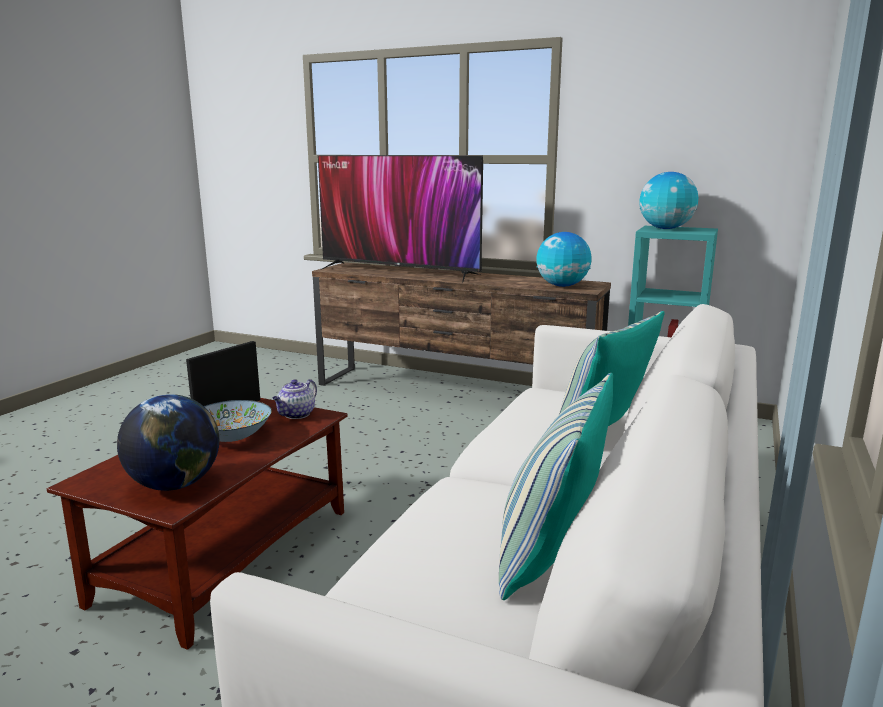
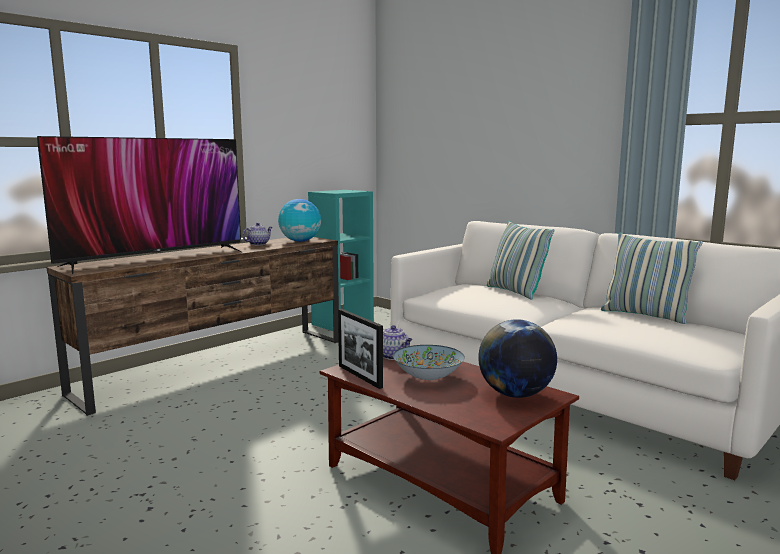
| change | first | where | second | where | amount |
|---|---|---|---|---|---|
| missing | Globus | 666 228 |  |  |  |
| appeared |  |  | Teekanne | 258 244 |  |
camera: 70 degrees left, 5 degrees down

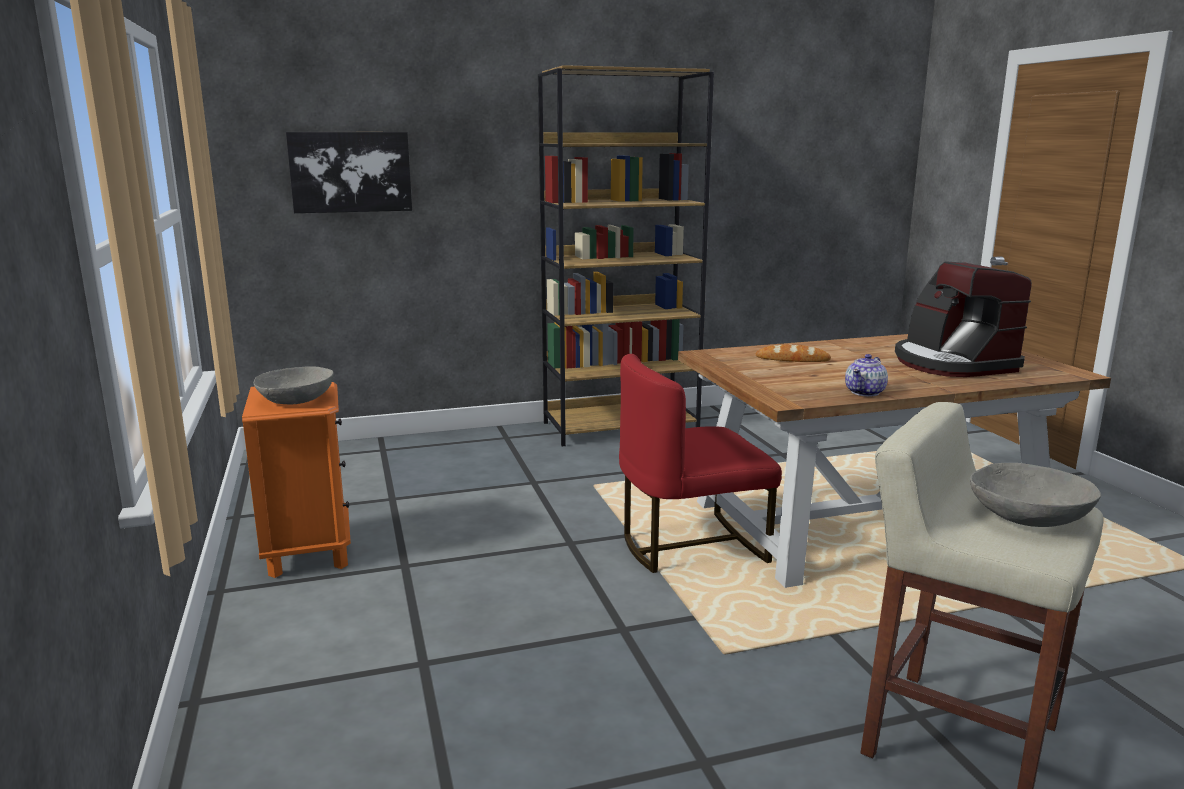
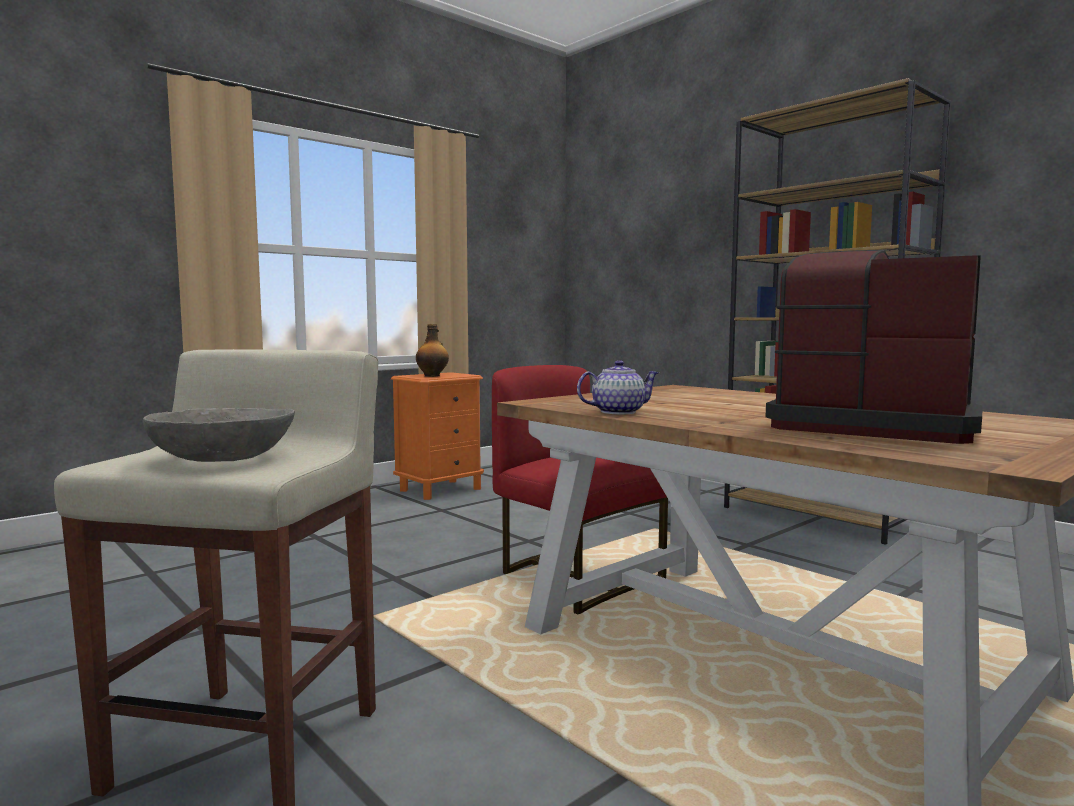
| change | first | where | second | where | amount |
|---|---|---|---|---|---|
| missing | Bild | 350 172 |  |  |  |
| missing | Brot | 792 359 |  |  |  |
| exchanged | Schüssel [grau] | 296 400 | Flasche | 432 376 |  |
| spun | Teekanne | 865 392 |  | 617 412 | 150 degrees clockwise |
| spun | Kaffeemaschine | 952 363 |  | 870 426 | 75 degrees clockwise |
camera: 65 degrees right, 10 degrees down

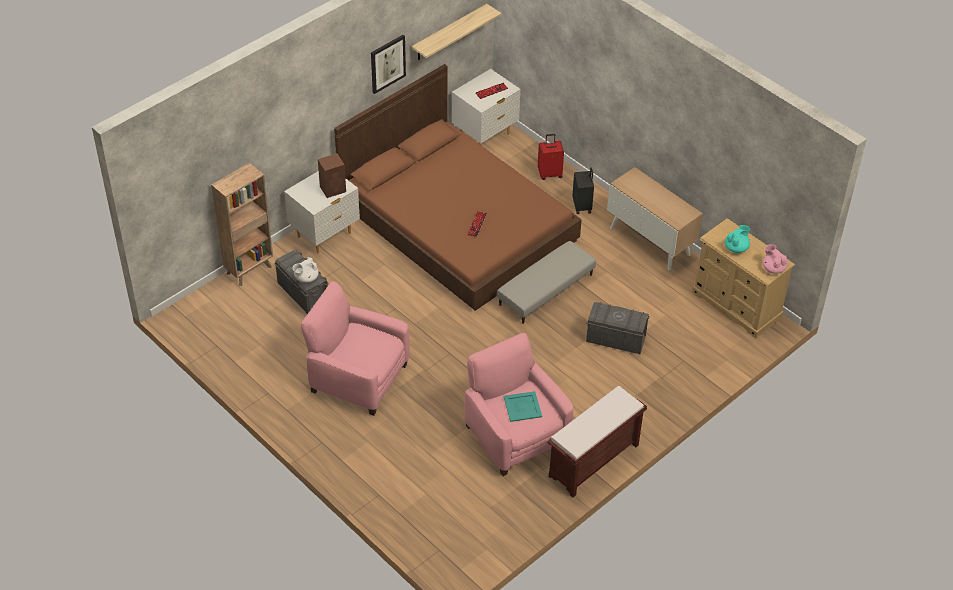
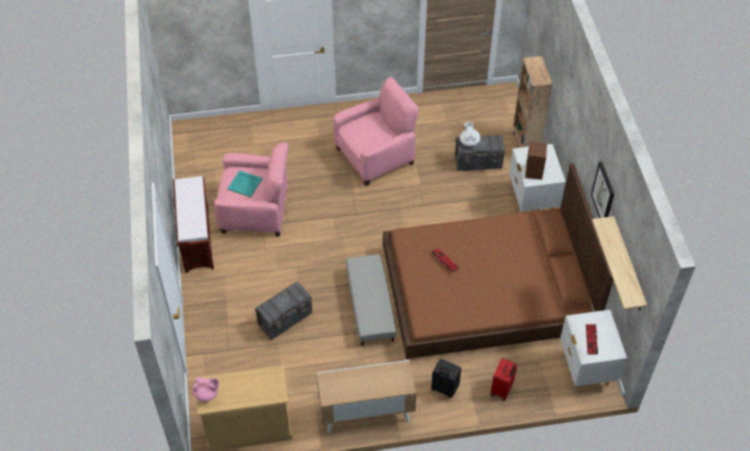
| change | first | where | second | where | amount |
|---|---|---|---|---|---|
| missing | Teekanne [türkis] | 736 248 |  |  |  |
camera: 125 degrees right, 5 degrees up

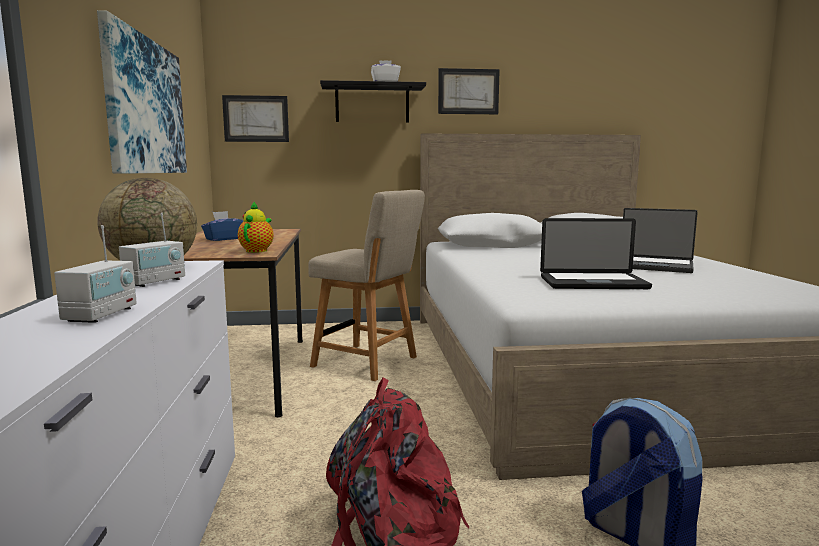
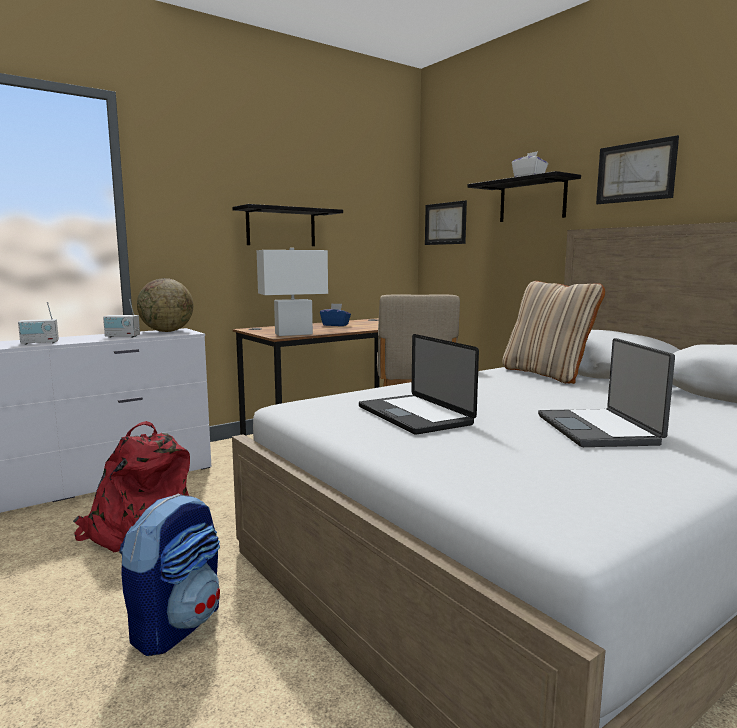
| change | first | where | second | where | amount |
|---|---|---|---|---|---|
| appeared |  |  | Kissen [beige] | 547 374 |  |
| exchanged | Bild | 145 106 | Wandregal [schwarz] | 281 227 |  |
| exchanged | Teekanne | 257 250 | Tischlampe [weiß] | 293 334 |  |
camera: 60 degrees right, 0 degrees up

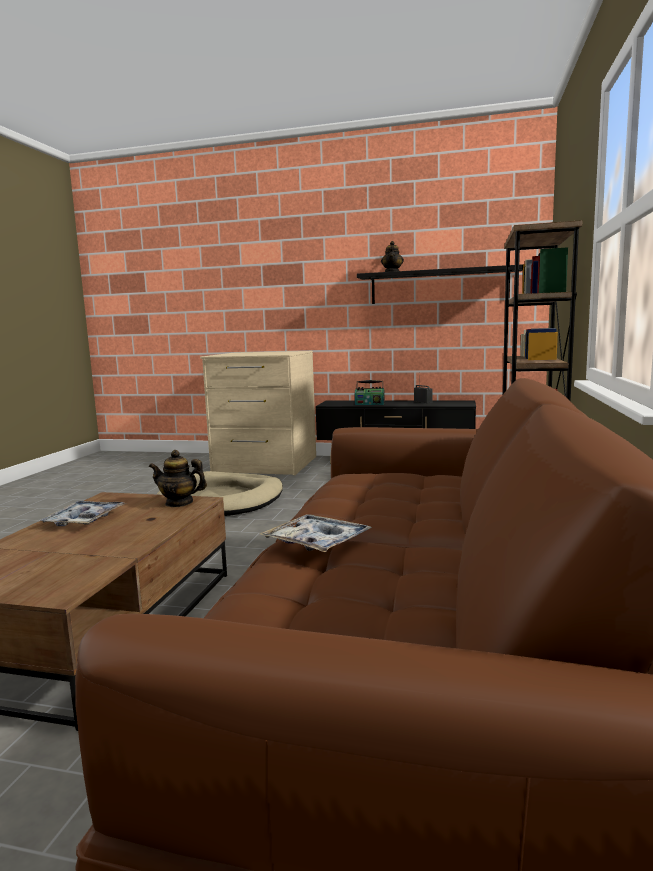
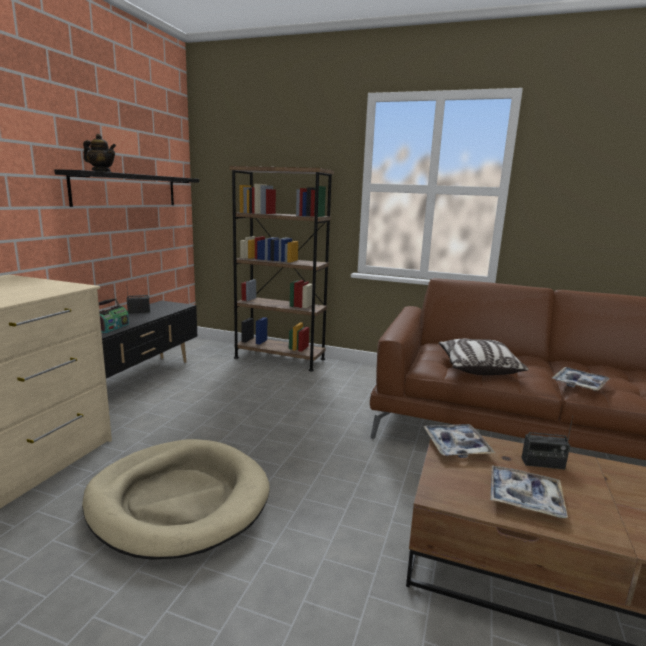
| change | first | where | second | where | amount |
|---|---|---|---|---|---|
| appeared |  |  | Kissen | 477 368 |  |
| appeared |  |  | Radio | 543 463 |  |
| exchanged | Teekanne | 179 503 | Tablett | 456 446 |  |
camera: 85 degrees left, 5 degrees up

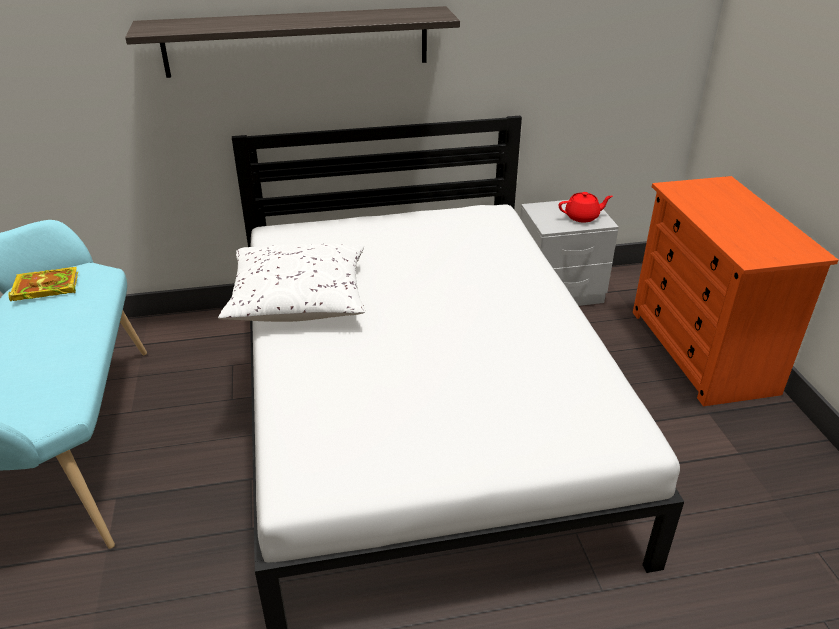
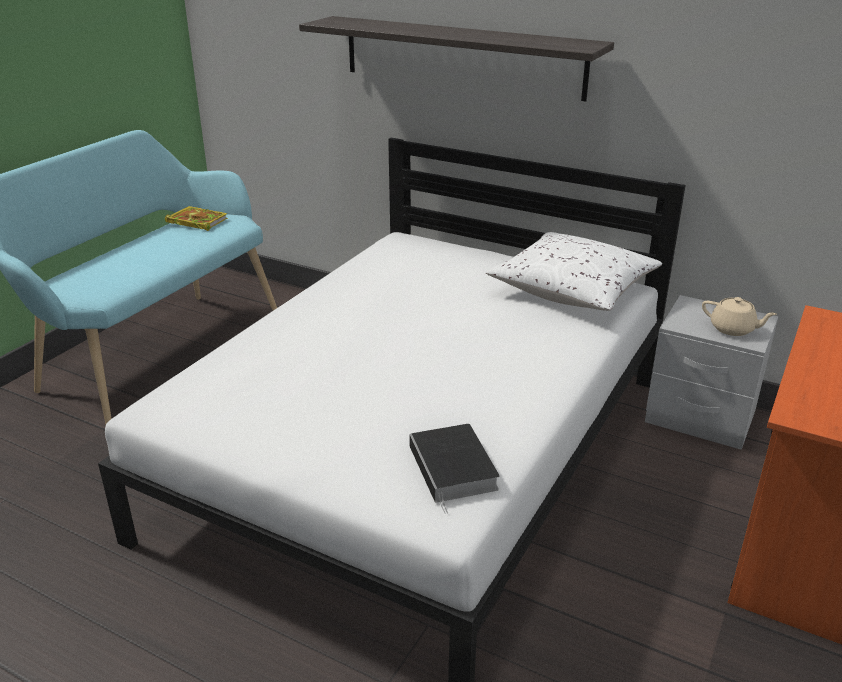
| change | first | where | second | where | amount |
|---|---|---|---|---|---|
| appeared |  |  | Buch | 454 469 |  |
| relocated | Kissen [weiß] | 298 299 |  | 572 289 |  |
| colour | Teekanne [rot] | 582 217 | Teekanne [beige] | 733 329 |  |
camera: 40 degrees right, 5 degrees down

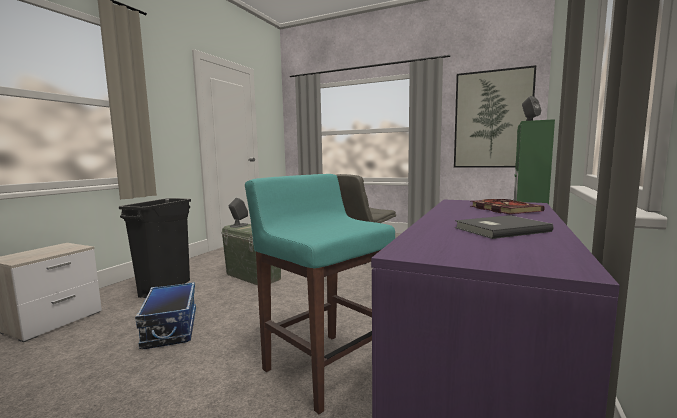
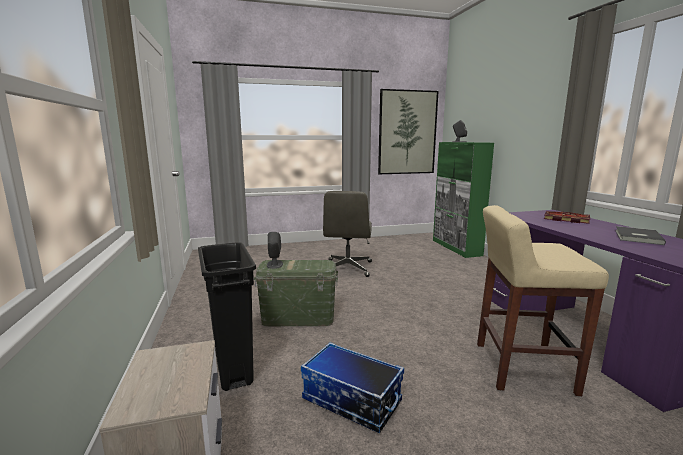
| change | first | where | second | where | amount |
|---|---|---|---|---|---|
| colour | Hocker [türkis] | 325 367 | Hocker [beige] | 521 367 |  |
camera: 40 degrees left, 5 degrees up

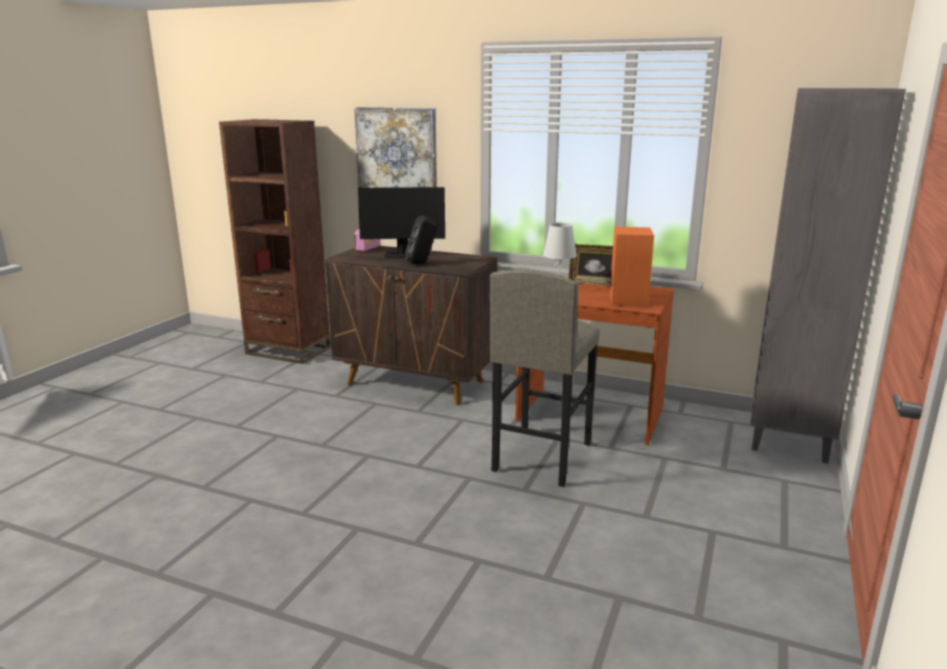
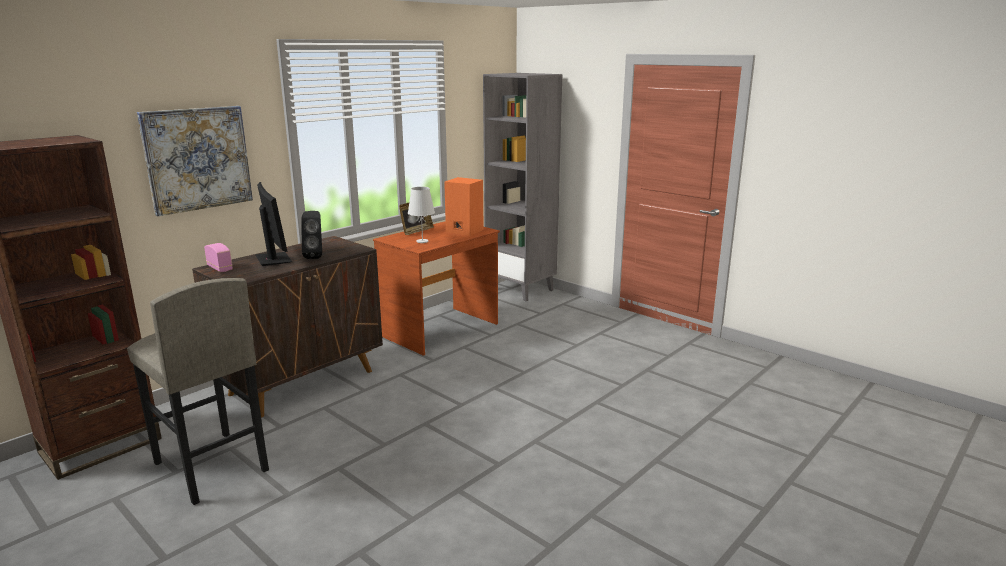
| change | first | where | second | where | amount |
|---|---|---|---|---|---|
| relocated | Hocker [grau] | 541 457 |  | 210 467 |  |
| spun | Monitor | 403 255 |  | 273 259 | 45 degrees counterclockwise |
camera: 70 degrees left, 0 degrees up

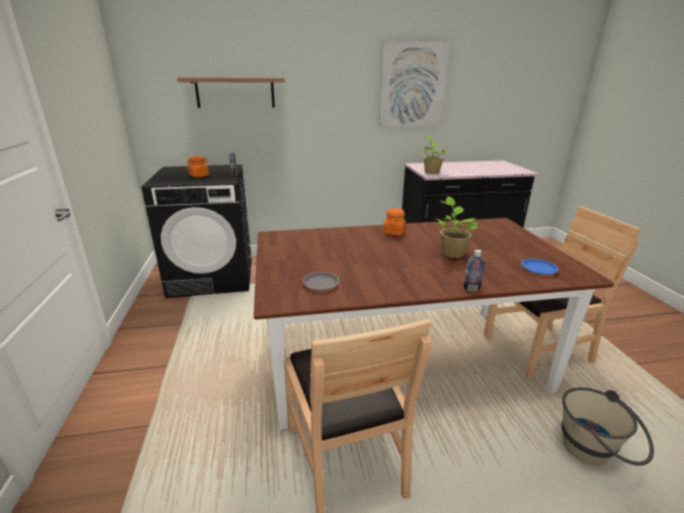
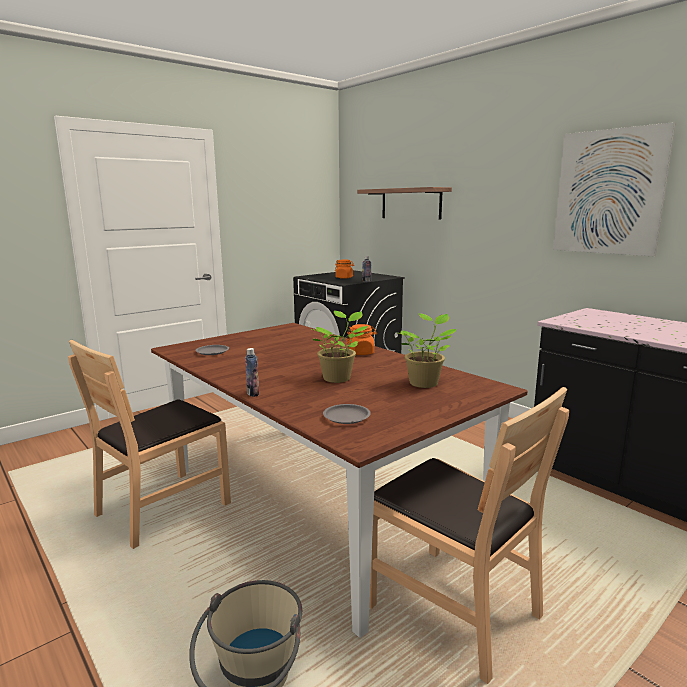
| change | first | where | second | where | amount |
|---|---|---|---|---|---|
| relocated | Topfpflanze | 431 172 |  | 425 382 |  |
| colour | Teller [blau] | 538 269 | Teller [grau] | 346 417 |  |
camera: 60 degrees right, 10 degrees down

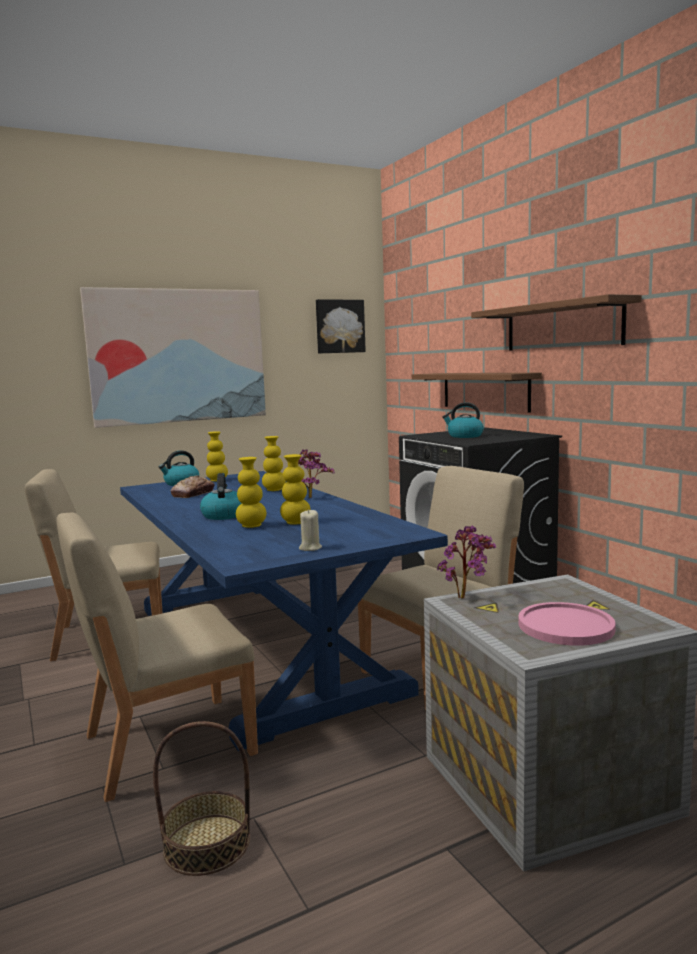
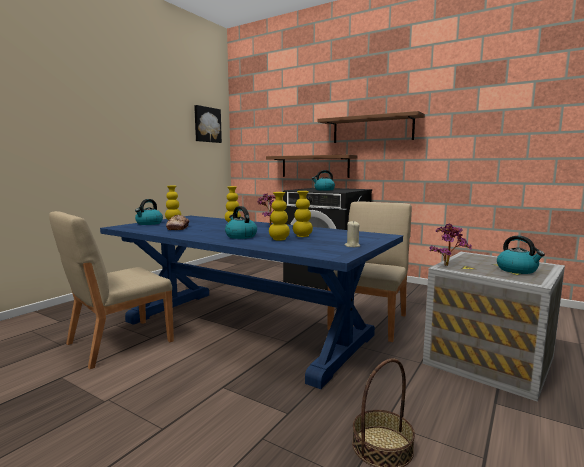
| change | first | where | second | where | amount |
|---|---|---|---|---|---|
| missing | Stuhl [beige] | 166 744 |  |  |  |
| missing | Bild | 178 356 |  |  |  |
| exchanged | Teller [rosa] | 565 626 | Wasserkessel | 517 270 |  |
camera: 30 degrees left, 0 degrees up

